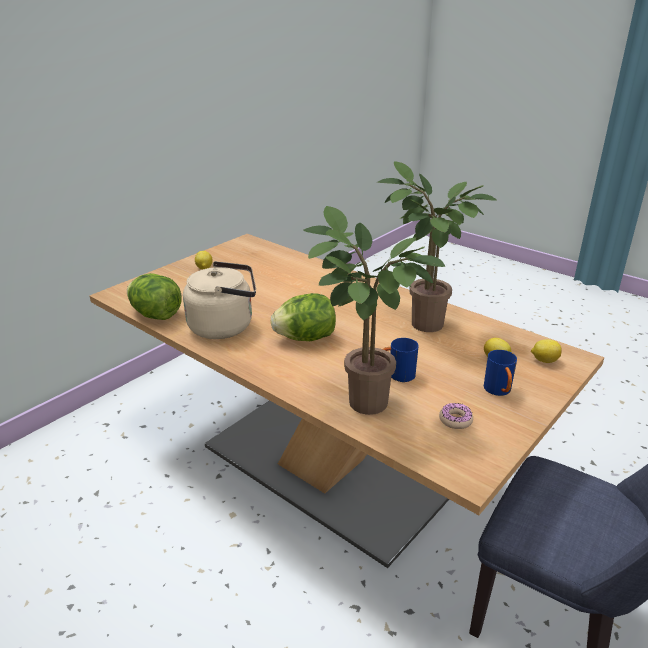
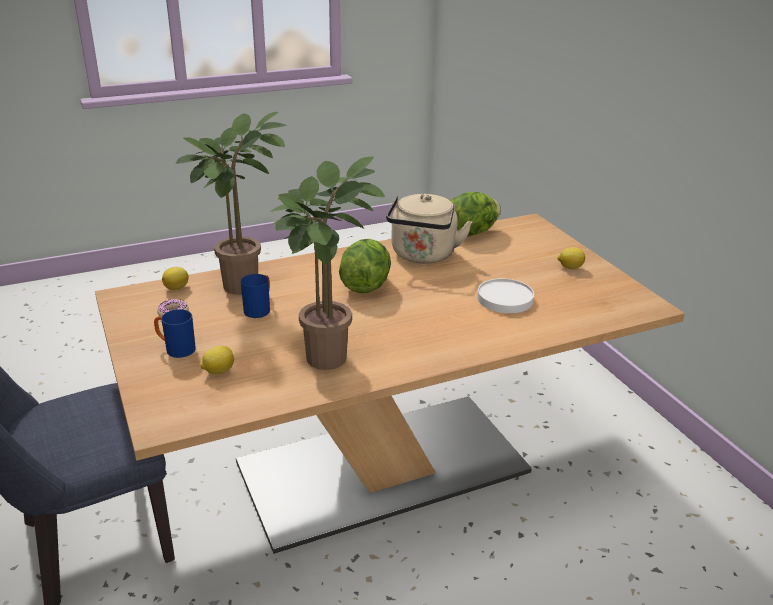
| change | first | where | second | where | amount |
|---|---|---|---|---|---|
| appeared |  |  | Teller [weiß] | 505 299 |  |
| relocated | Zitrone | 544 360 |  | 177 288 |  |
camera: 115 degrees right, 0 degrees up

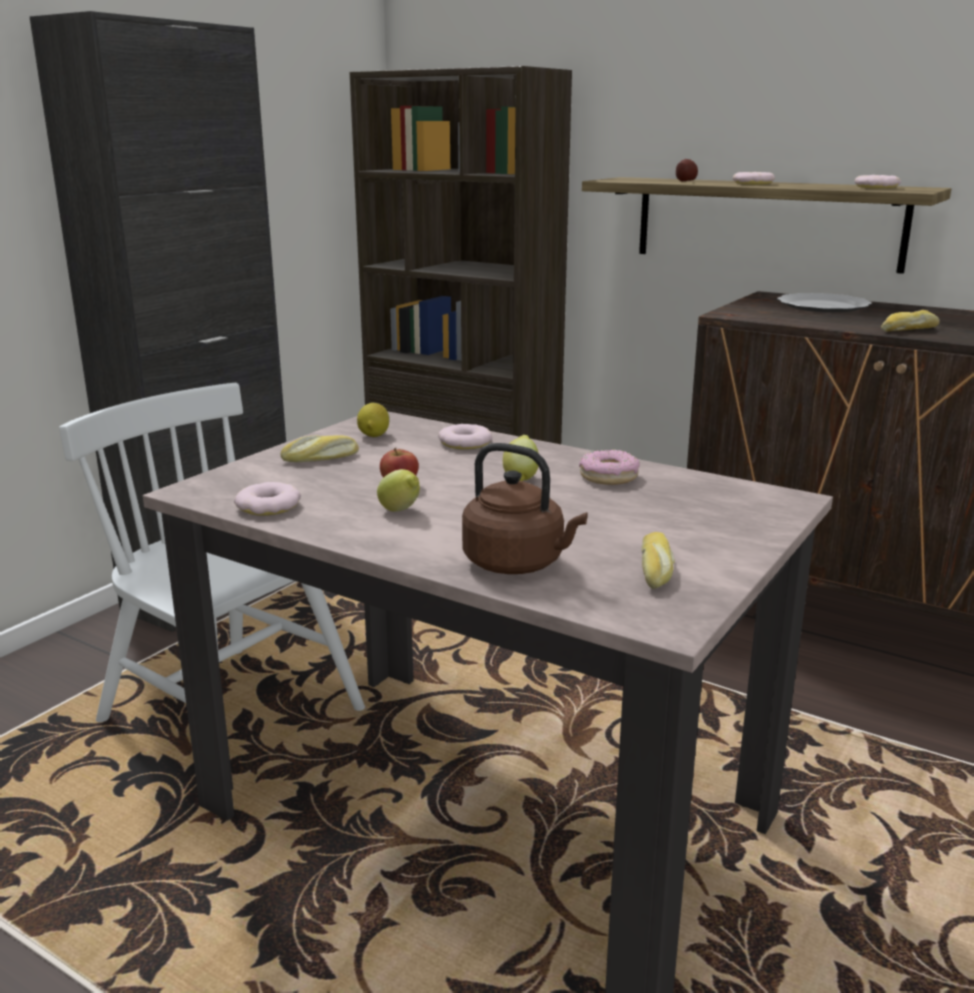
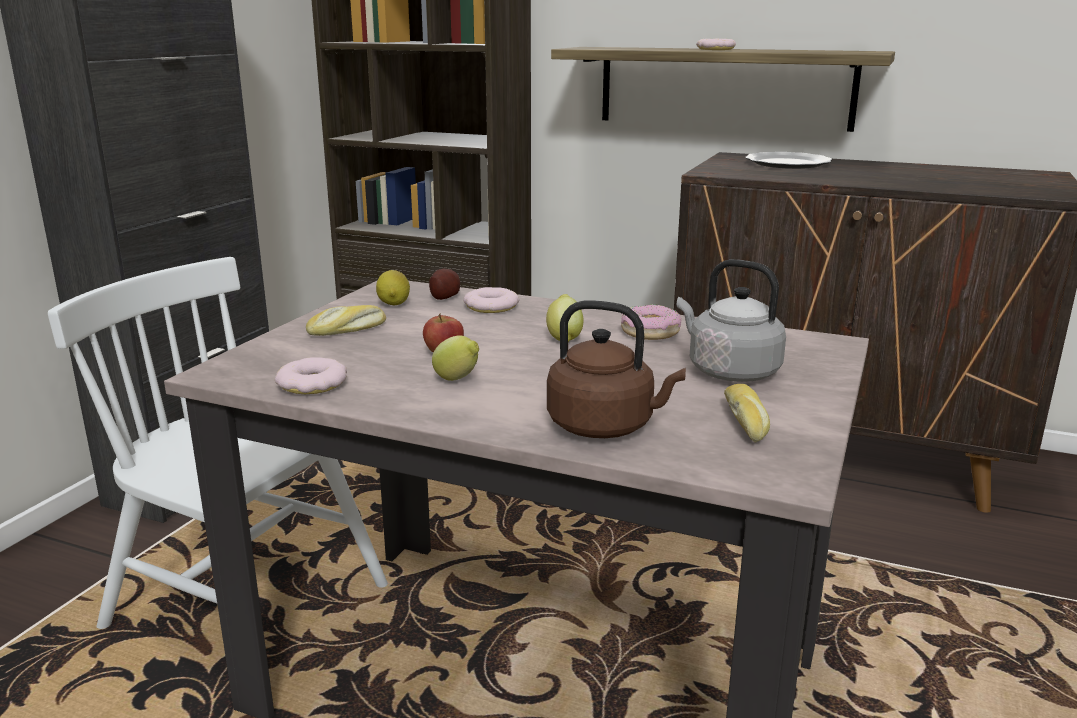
| change | first | where | second | where | amount |
|---|---|---|---|---|---|
| missing | Donut | 876 187 |  |  |  |
| missing | Brot | 908 329 |  |  |  |
| appeared |  |  | Wasserkessel [grau] | 728 371 |  |
| relocated | Kartoffel | 685 181 |  | 445 296 |  |
camera: 10 degrees left, 0 degrees up

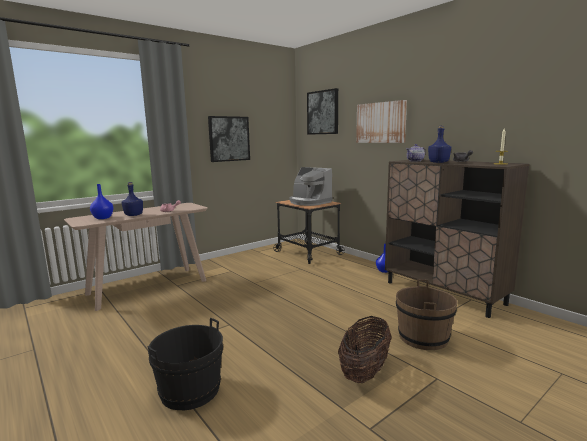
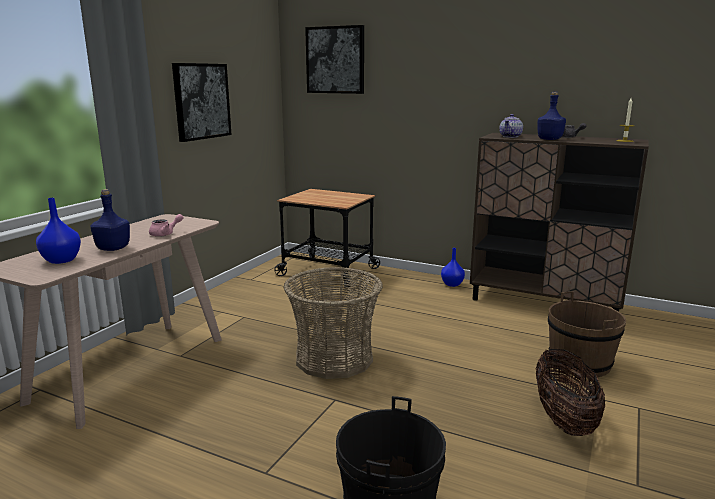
| change | first | where | second | where | amount |
|---|---|---|---|---|---|
| missing | Kaffeemaschine | 309 202 |  |  |  |
| missing | Bild | 381 122 |  |  |  |
| appeared |  |  | Korb | 334 358 |  |
camera: 25 degrees left, 5 degrees up

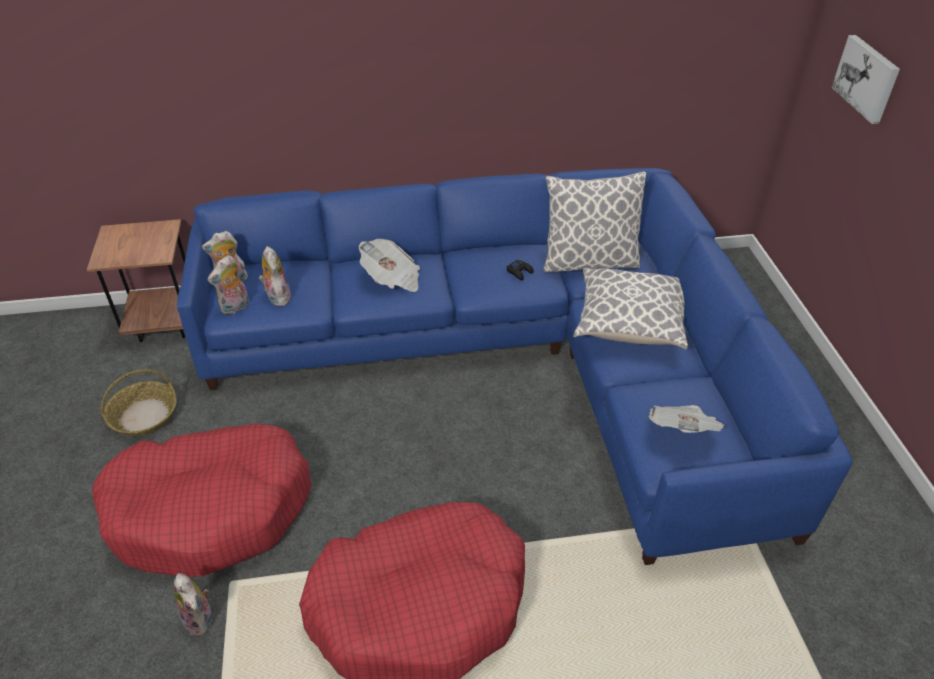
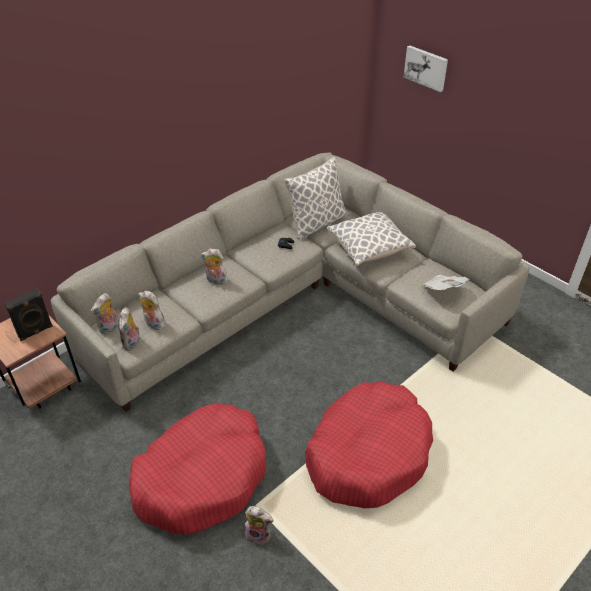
| change | first | where | second | where | amount |
|---|---|---|---|---|---|
| missing | Korb | 144 415 |  |  |  |
| appeared |  |  | Lautsprecher [schwarz] | 36 332 |  |
| exchanged | Zeitung | 392 279 | Plüschtier | 215 281 |  |
| colour | Sofa [blau] | 516 358 | Sofa [grau] | 297 300 |  |
camera: 35 degrees left, 0 degrees up

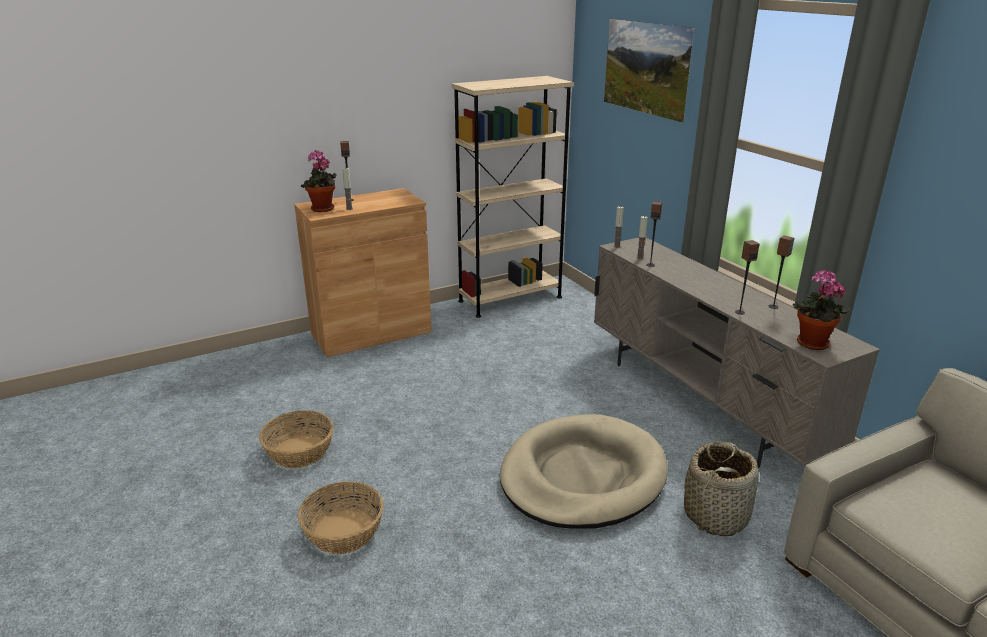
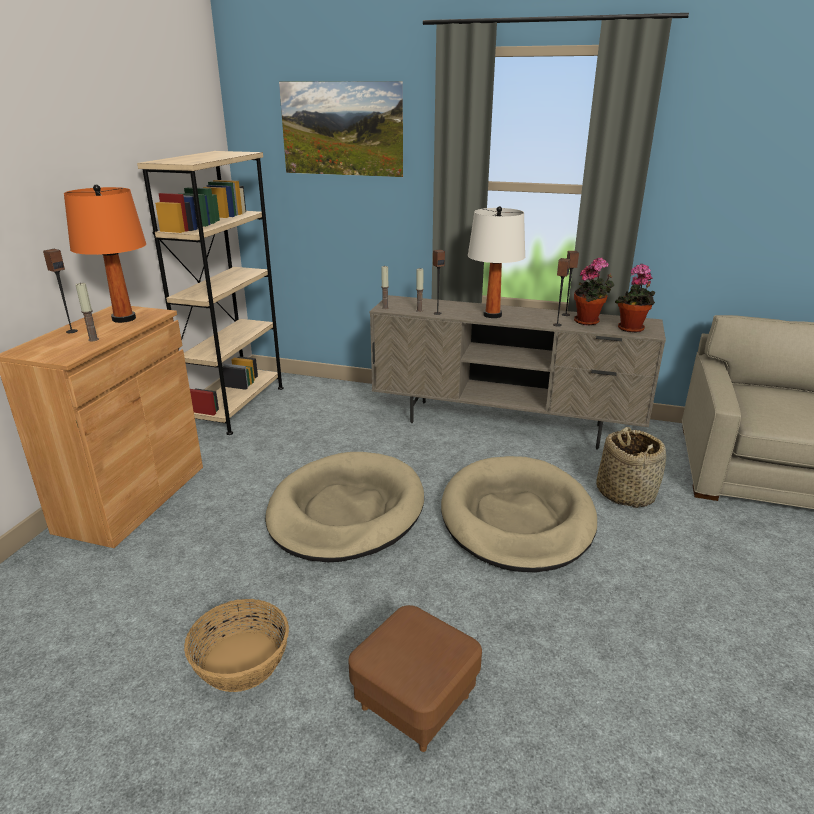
| change | first | where | second | where | amount |
|---|---|---|---|---|---|
| appeared |  |  | Tischlampe [orange] | 123 319 |  |
| appeared |  |  | Hundebett [beige] | 346 511 |  |
| appeared |  |  | Tischlampe [weiß] | 492 315 |  |
| relocated | Topfpflanze | 323 209 |  | 589 322 |  |
| exchanged | Korb | 343 531 | Polsterhocker [braun] | 415 701 |  |
camera: 45 degrees left, 0 degrees up

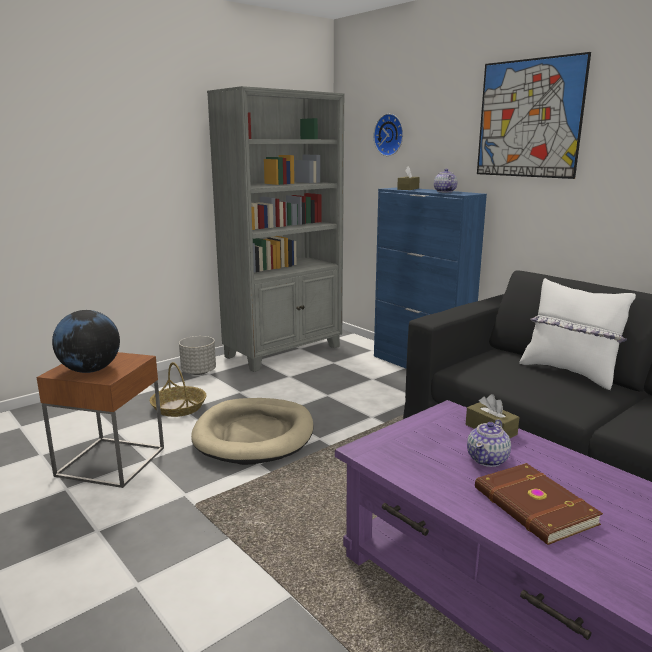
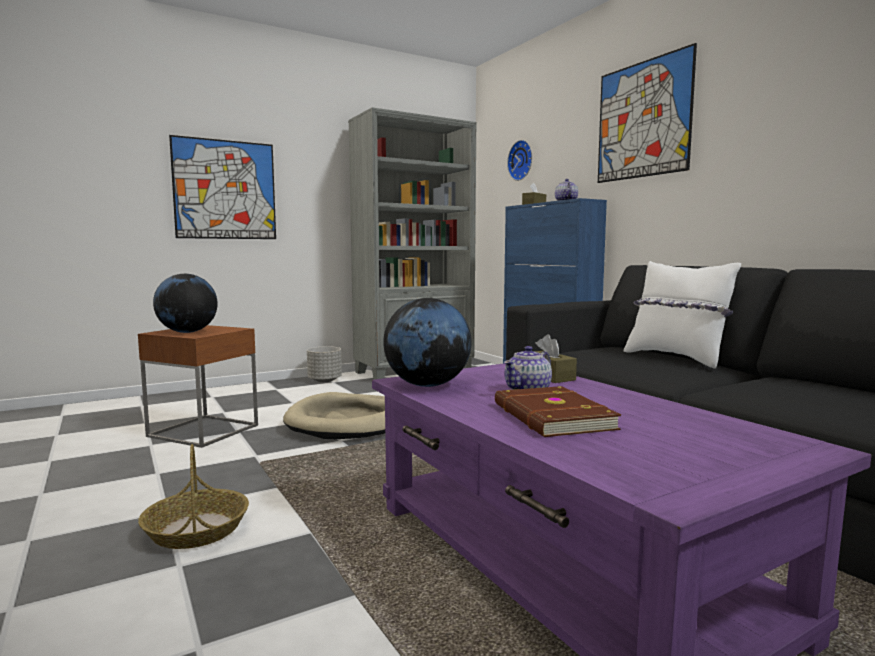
| change | first | where | second | where | amount |
|---|---|---|---|---|---|
| appeared |  |  | Bild | 225 190 |  |
| appeared |  |  | Globus | 427 385 |  |
| relocated | Korb | 178 407 |  | 196 529 |  |
camera: 10 degrees right, 10 degrees down

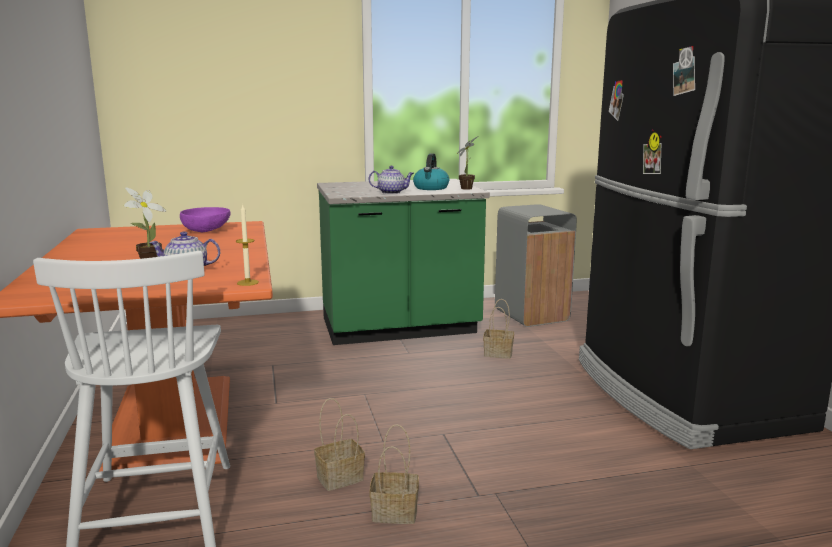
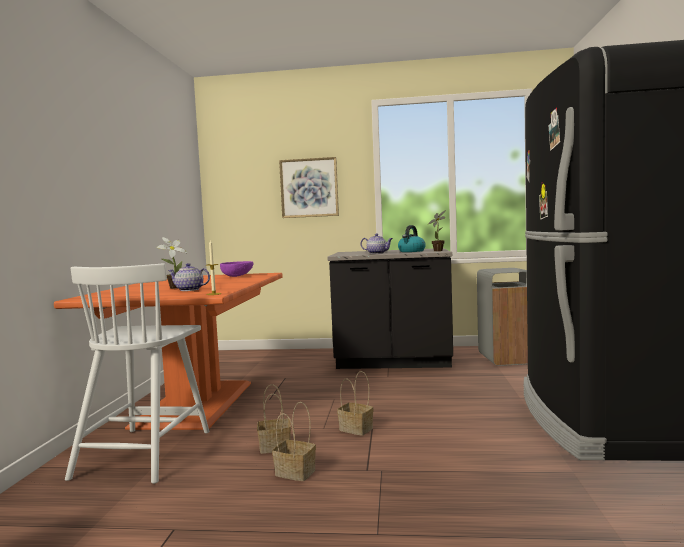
| change | first | where | second | where | amount |
|---|---|---|---|---|---|
| appeared |  |  | Bild | 309 188 |  |
| relocated | Korb | 499 353 |  | 357 429 |  |
| colour | Küchenzeile [grün] | 399 328 | Küchenzeile [schwarz] | 393 361 |  |
camera: 20 degrees right, 10 degrees down

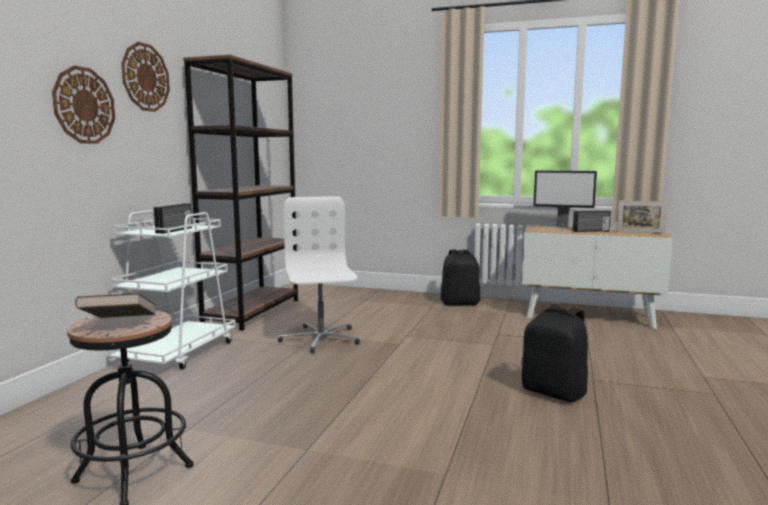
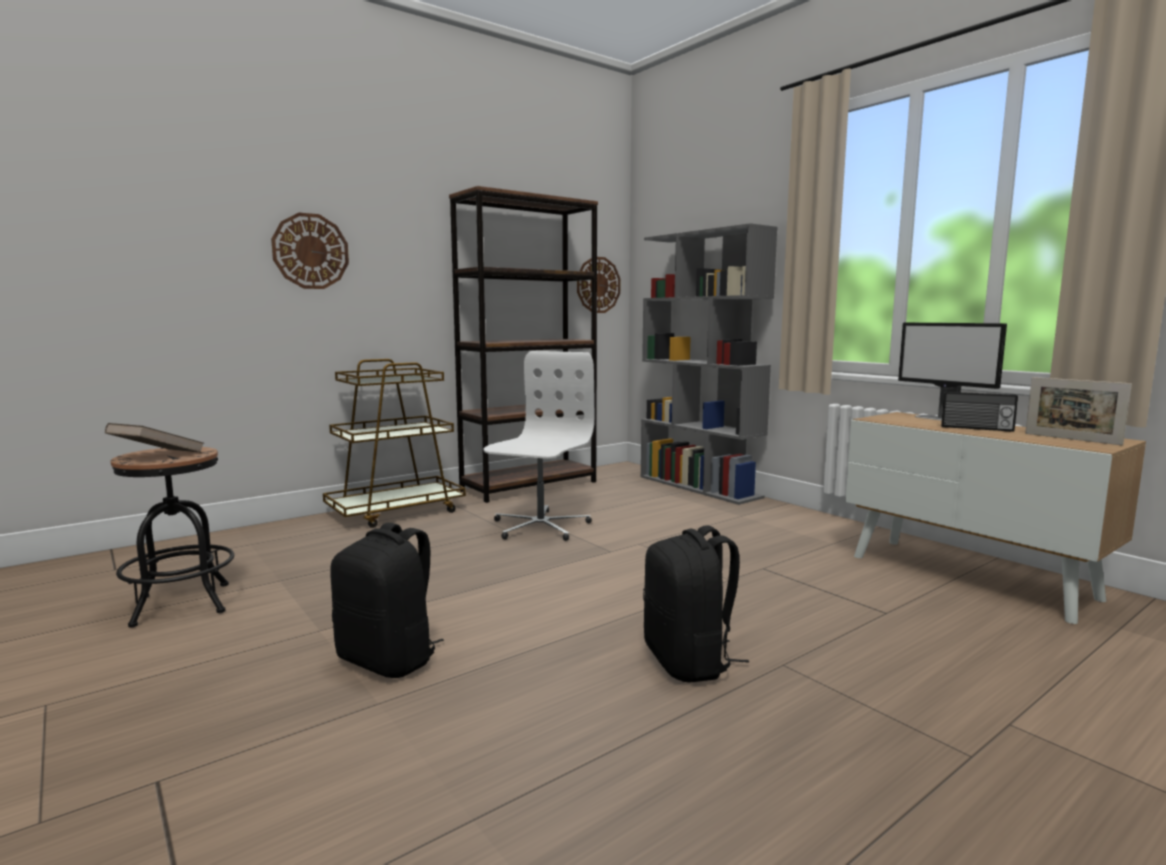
| change | first | where | second | where | amount |
|---|---|---|---|---|---|
| missing | Radio | 175 230 |  |  |  |
| appeared |  |  | Bücherregal [grau] | 699 487 |  |
| relocated | Wanduhr | 145 77 |  | 598 285 |  |
| relocated | Rucksack [schwarz] | 460 303 |  | 389 660 |  |
| colour | Rollwagen [weiß] | 178 352 | Rollwagen [braun] | 396 512 |  |
camera: 35 degrees right, 0 degrees up

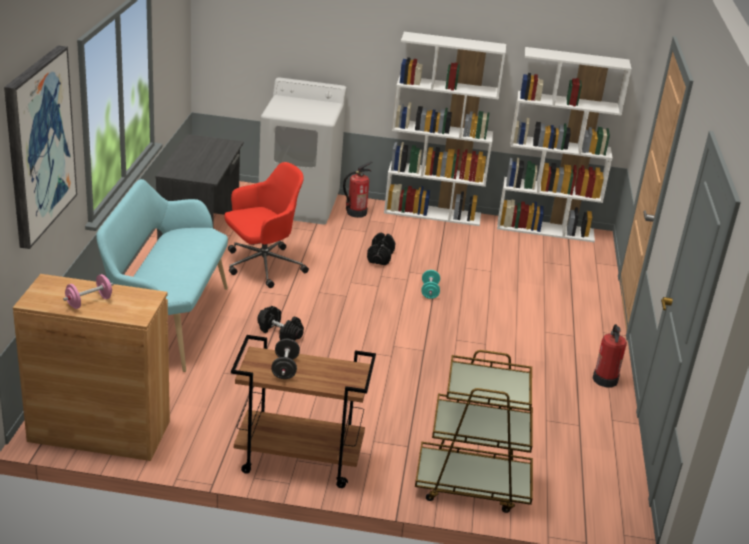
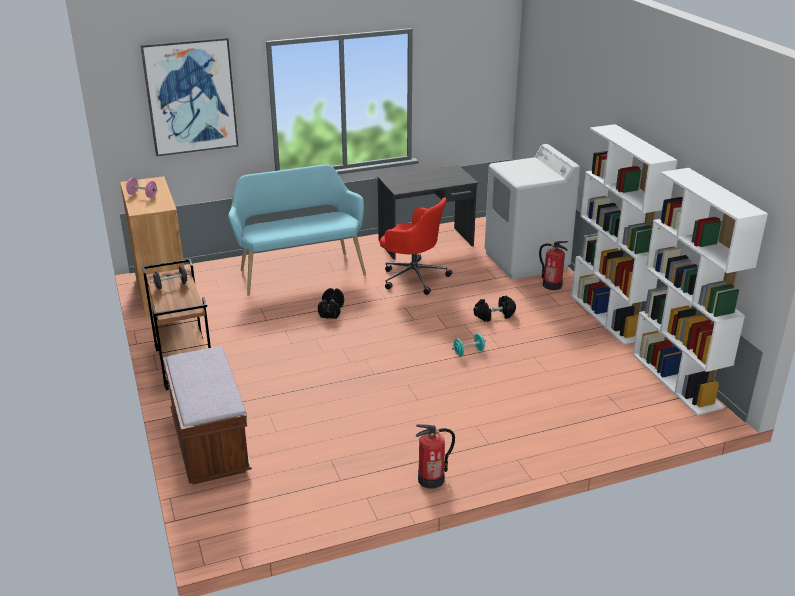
| change | first | where | second | where | amount |
|---|---|---|---|---|---|
| exchanged | Rollwagen [braun] | 472 485 | Bank [braun] | 210 444 |  |
camera: 65 degrees right, 0 degrees up

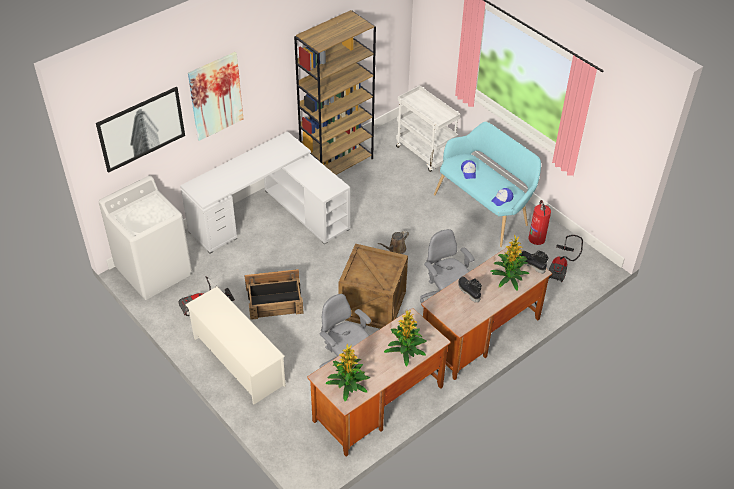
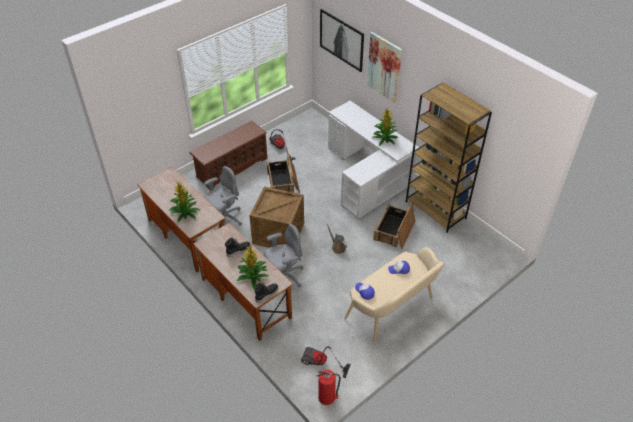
| change | first | where | second | where | amount |
|---|---|---|---|---|---|
| missing | Waschmaschine [weiß] | 154 271 |  |  |  |
| missing | Rollwagen [weiß] | 426 154 |  |  |  |
| appeared |  |  | Kiste | 395 231 |  |
| relocated | Topfpflanze | 348 385 |  | 384 139 |  |
| relocated | Feuerlöscher | 536 238 |  | 327 397 |  |
| colour | Schuhregal [weiß] | 238 361 | Schuhregal [braun] | 232 168 |  |
| colour | Bank [türkis] | 484 209 | Bank [beige] | 392 310 |  |
camera: 90 degrees right, 0 degrees up

